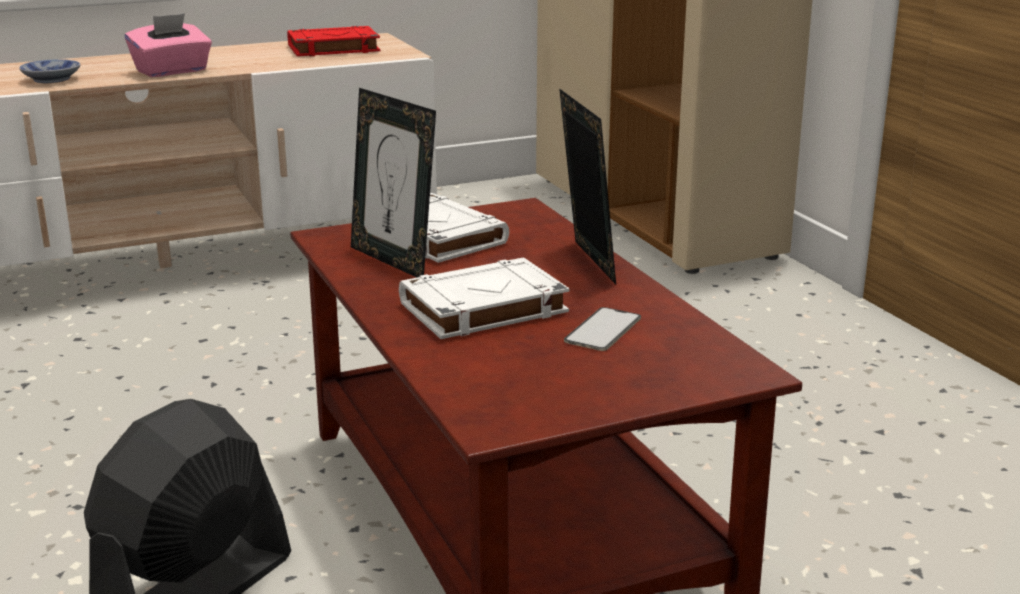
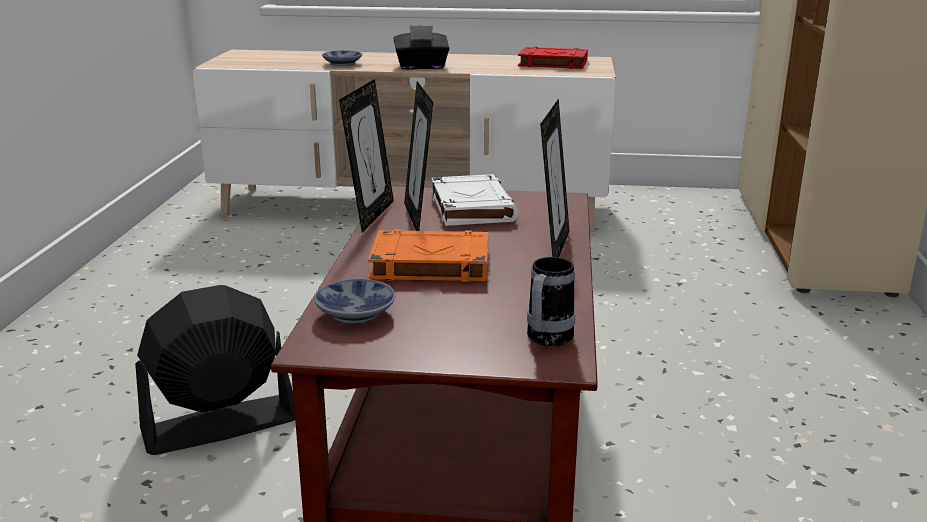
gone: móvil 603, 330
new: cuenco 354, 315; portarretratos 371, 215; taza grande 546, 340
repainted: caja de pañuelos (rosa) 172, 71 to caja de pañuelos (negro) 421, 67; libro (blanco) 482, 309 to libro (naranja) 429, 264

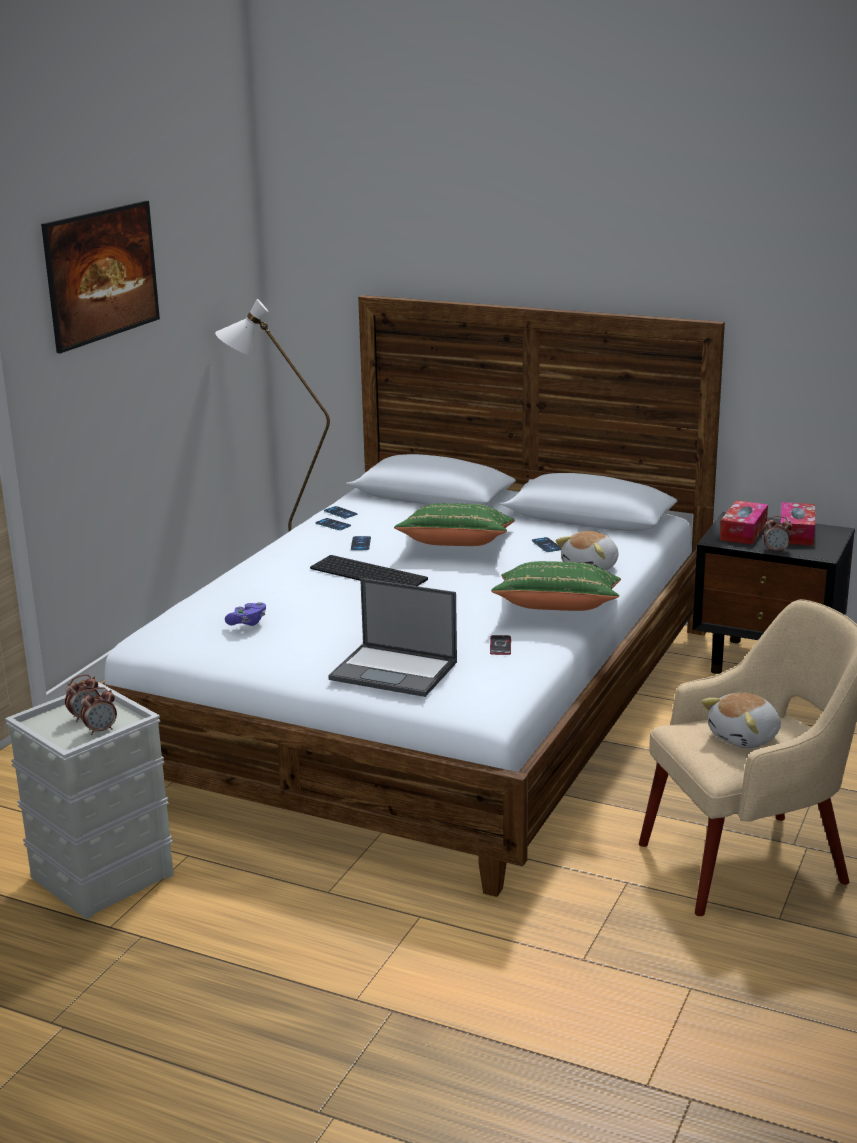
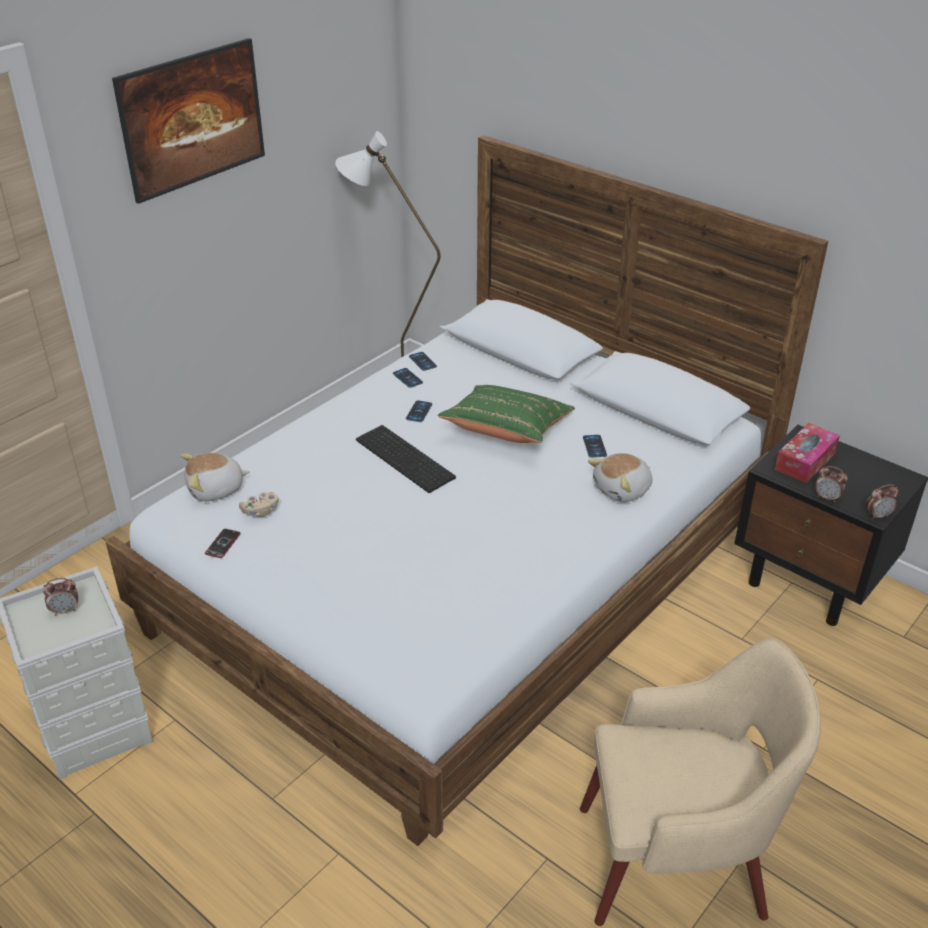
gone: portátil 395, 671; cojín (verde) 557, 609; caja de pañuelos 796, 533
shifted: despertador 101, 730 to 878, 515; móvil 500, 646 to 223, 544; peluche 745, 738 to 216, 489
repainted: mando de consola (morado) 247, 622 to mando de consola (beis) 260, 511

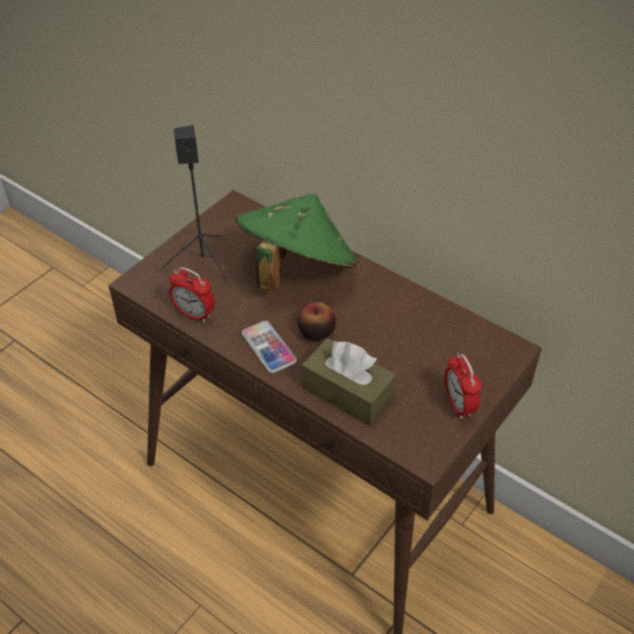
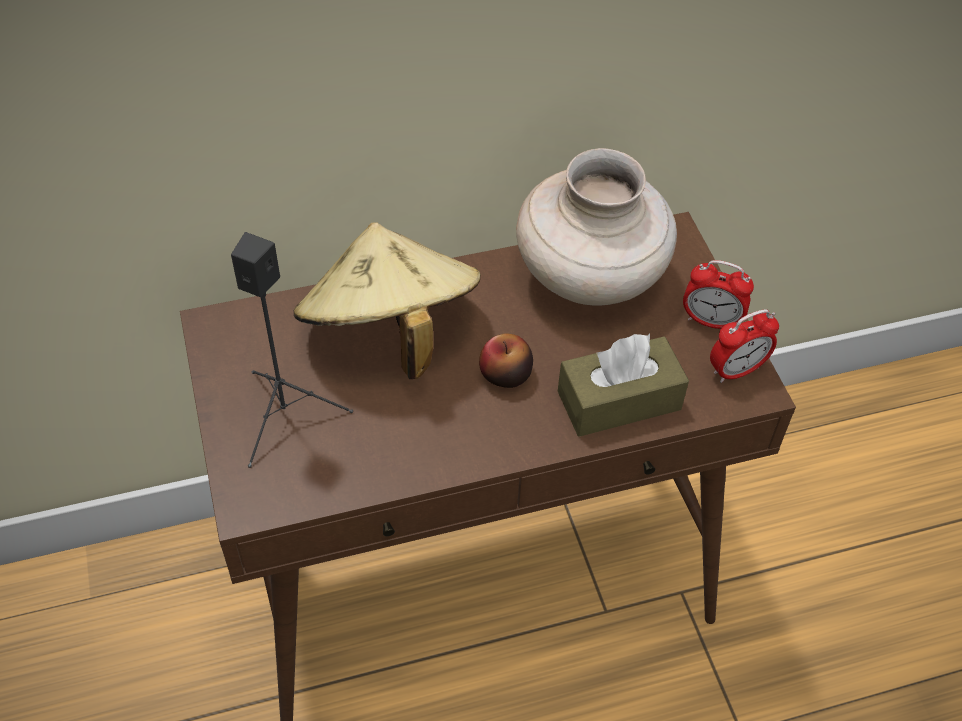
gone: móvil 268, 347
new: florero (beis) 590, 278
shifted: despertador 194, 314 to 736, 370
repainted: sombrero (verde) 296, 270 to sombrero (beis) 389, 333

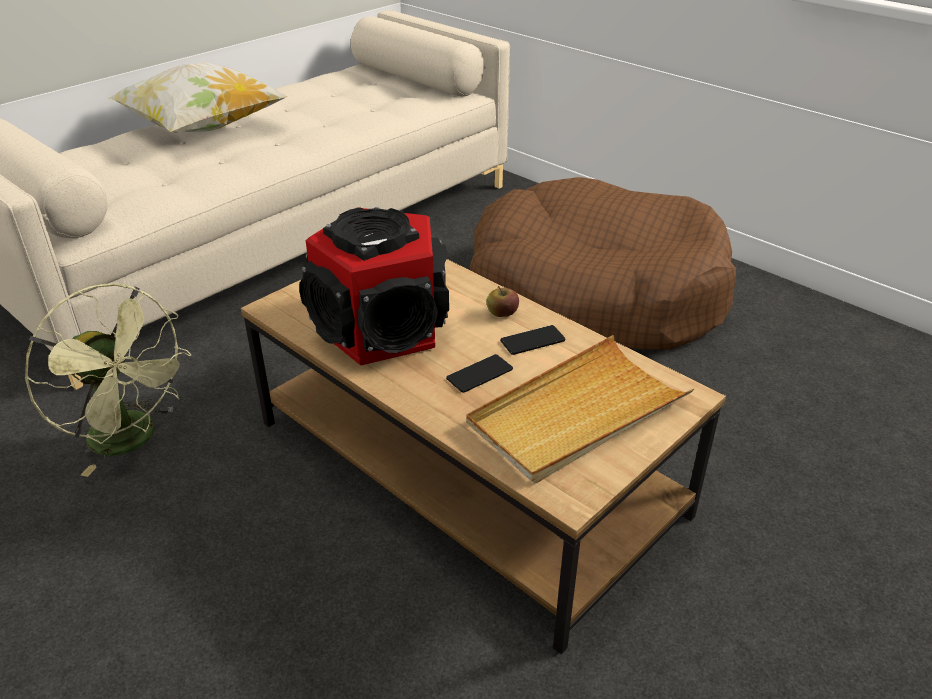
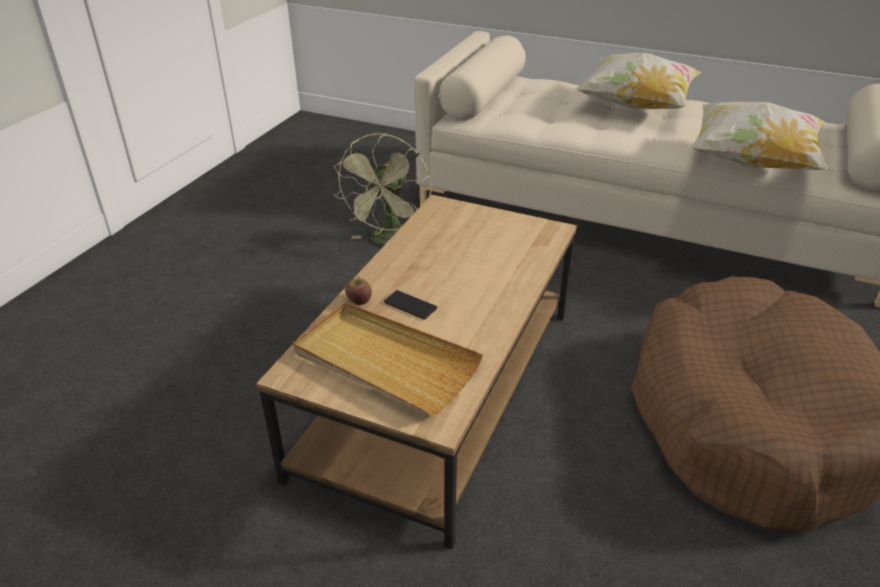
gone: altavoz 383, 330; móvil 532, 341
new: cojín 751, 162
shifted: manzana 502, 313 to 359, 300

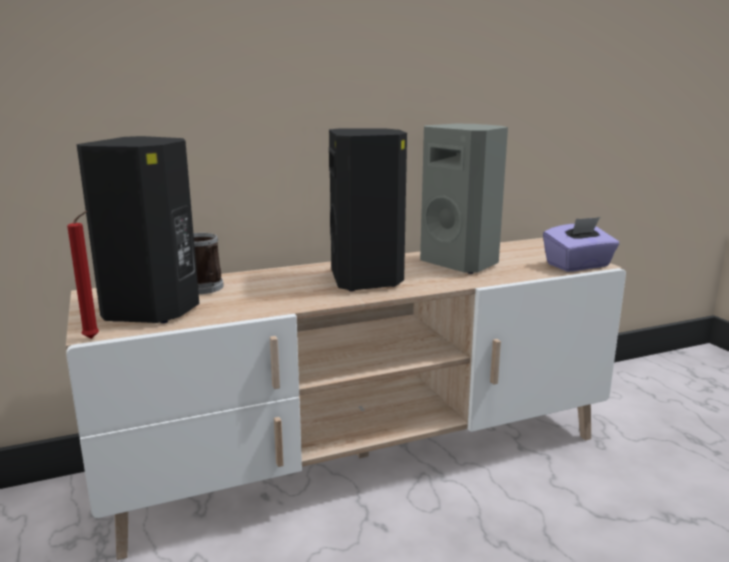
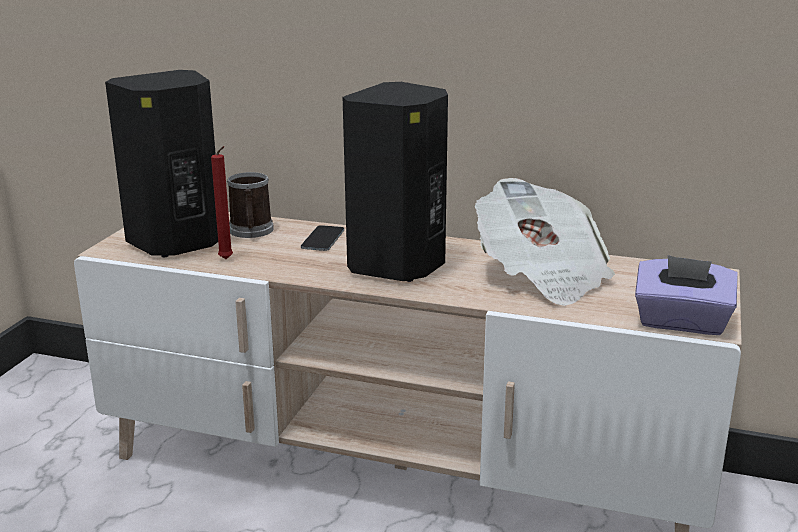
new: móvil 323, 239
shifted: vela (rojo) 93, 338 to 227, 260
swapped: altavoz (gris) 461, 263 to periódico 542, 275

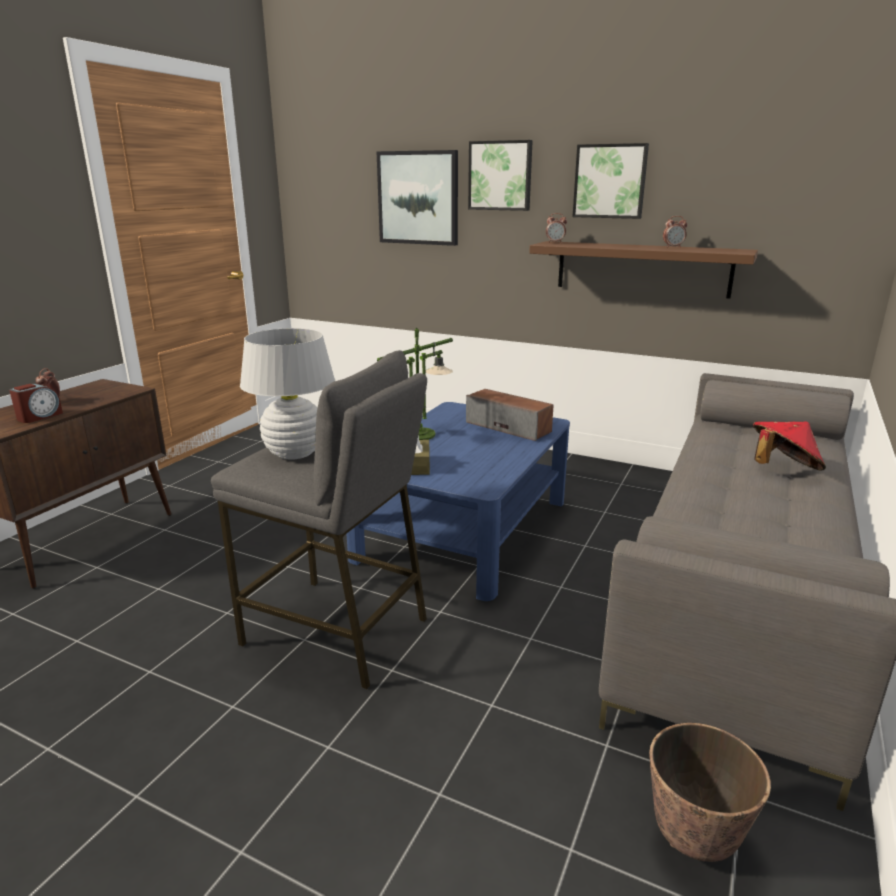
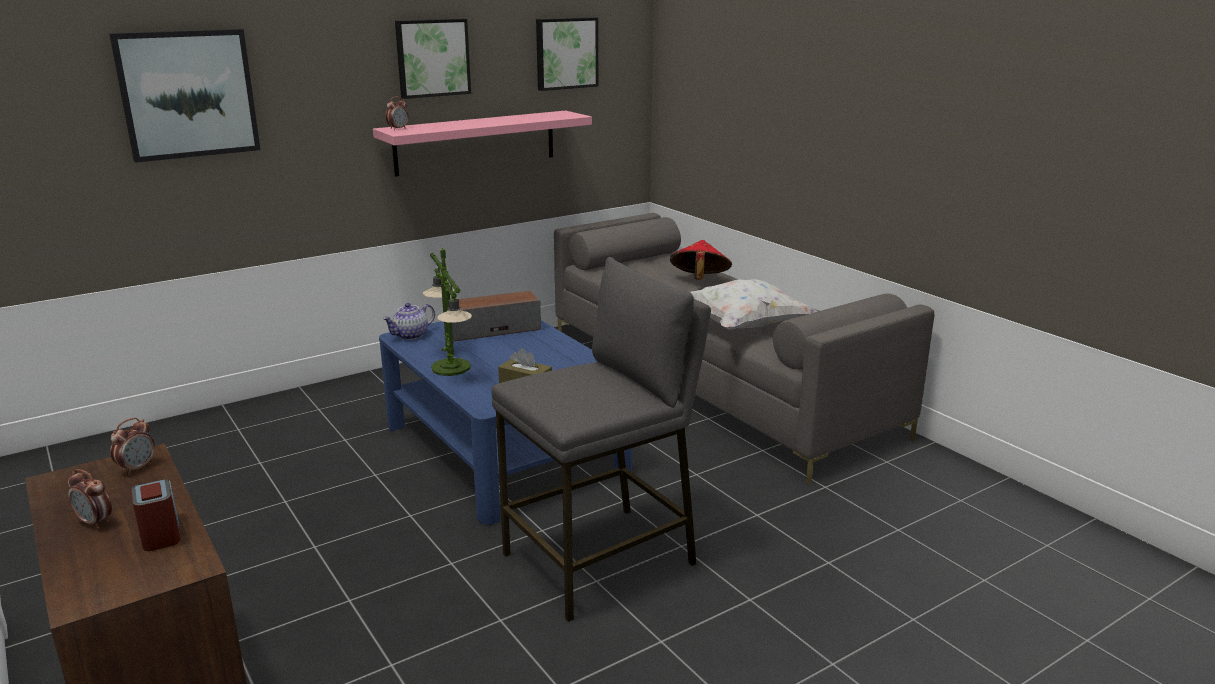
gone: lámpara de mesa (blanco) 295, 453; maceta 694, 839
new: tetera 410, 335; cojín (blanco) 744, 326
shifted: cuadro 500, 175 to 565, 53; despertador 673, 247 to 137, 468
repainted: estante (marrón) 642, 268 to estante (rosa) 476, 142

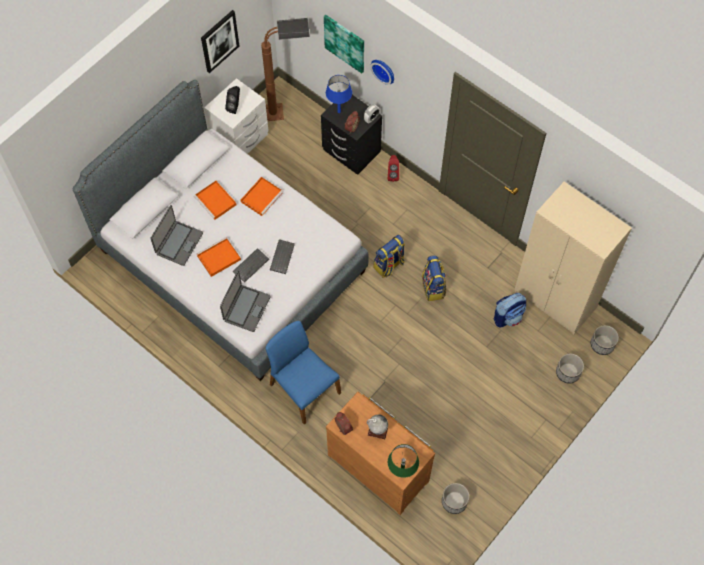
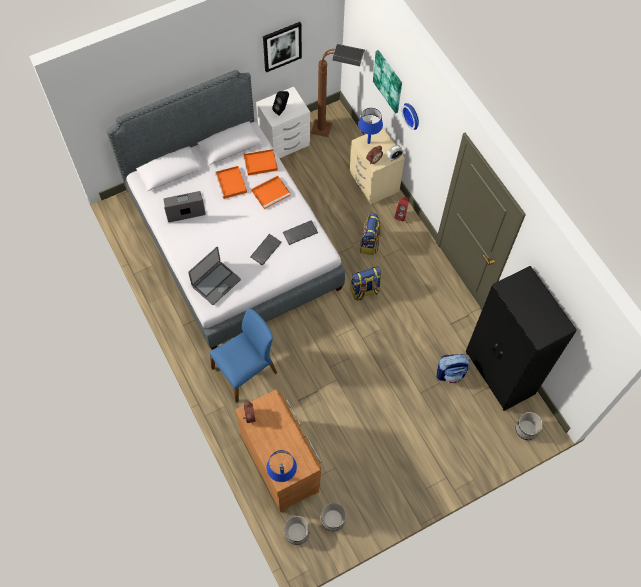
gone: globo terráqueo 377, 431
shifted: bandeja (naranja) 218, 258 to 260, 163; teclado 250, 265 to 300, 232; mochila 433, 287 to 370, 243; maceta 567, 372 to 296, 532
repainted: mesita de noche (negro) 351, 151 to mesita de noche (beis) 373, 183; lámpara de mesa (verde) 402, 473 to lámpara de mesa (azul) 282, 477; armario ropero (beis) 555, 301 to armario ropero (negro) 499, 374
rotated: portátil 179, 243 = 184, 208 150 degrees counterclockwise; silla (azul) 303, 388 = 245, 370 75 degrees clockwise

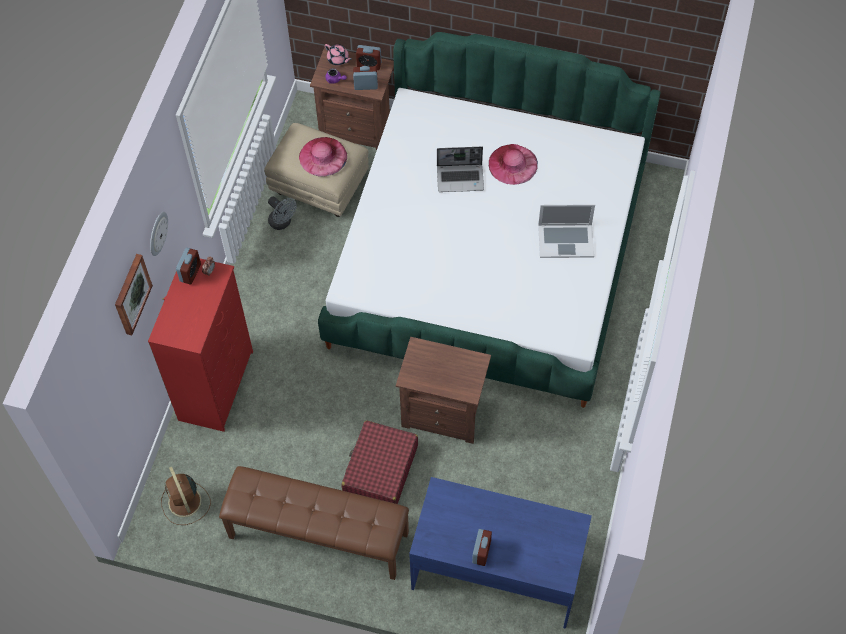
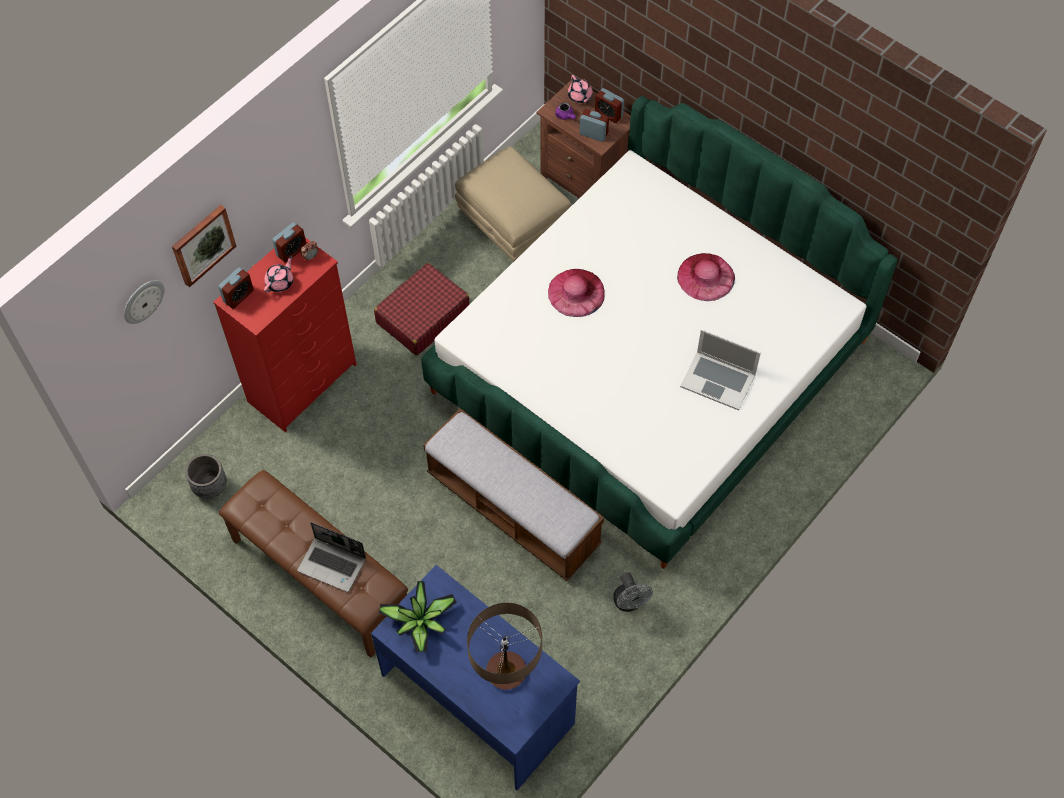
new: tetera (rosa) 280, 282; planta en maceta 420, 622; lámpara de mesa 506, 672
shifted: reloj de pared 157, 233 to 143, 301; ventilador (gris) 282, 223 to 629, 603; sombrero (rosa) 323, 156 to 576, 292; maleta (rojo) 380, 470 to 422, 316; portátil 460, 178 to 333, 564; despertador 481, 552 to 238, 296
swapped: ventilador (marrón) 185, 503 to maceta (gris) 210, 487; mesita de noche (marrón) 444, 413 to banco 513, 510

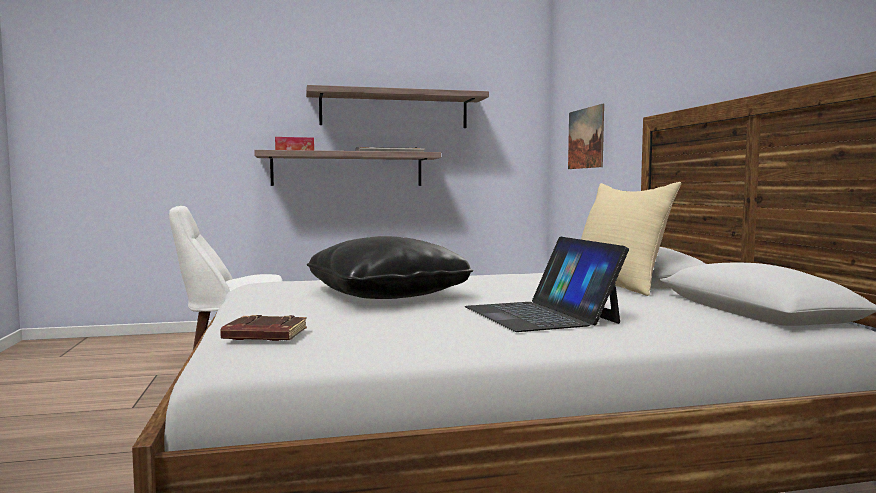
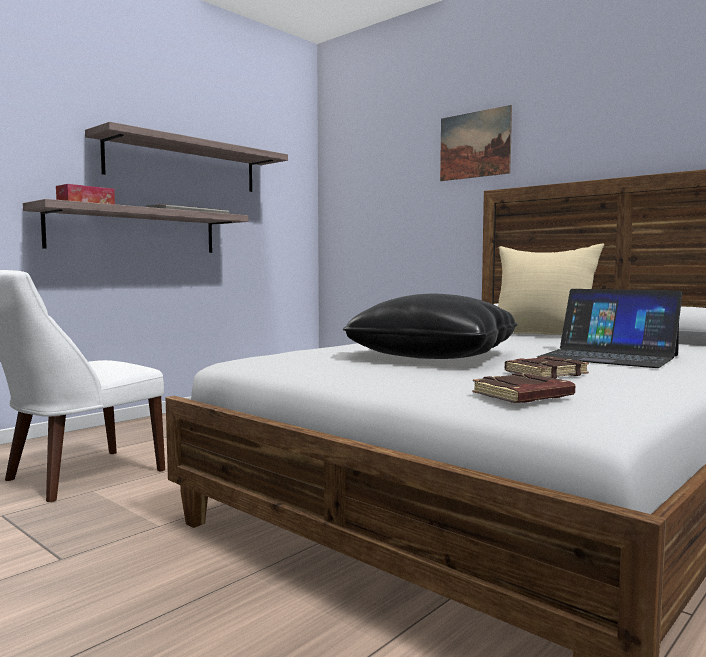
new: libro (marrón) 545, 373
shifted: cuadro 585, 138 to 474, 145

